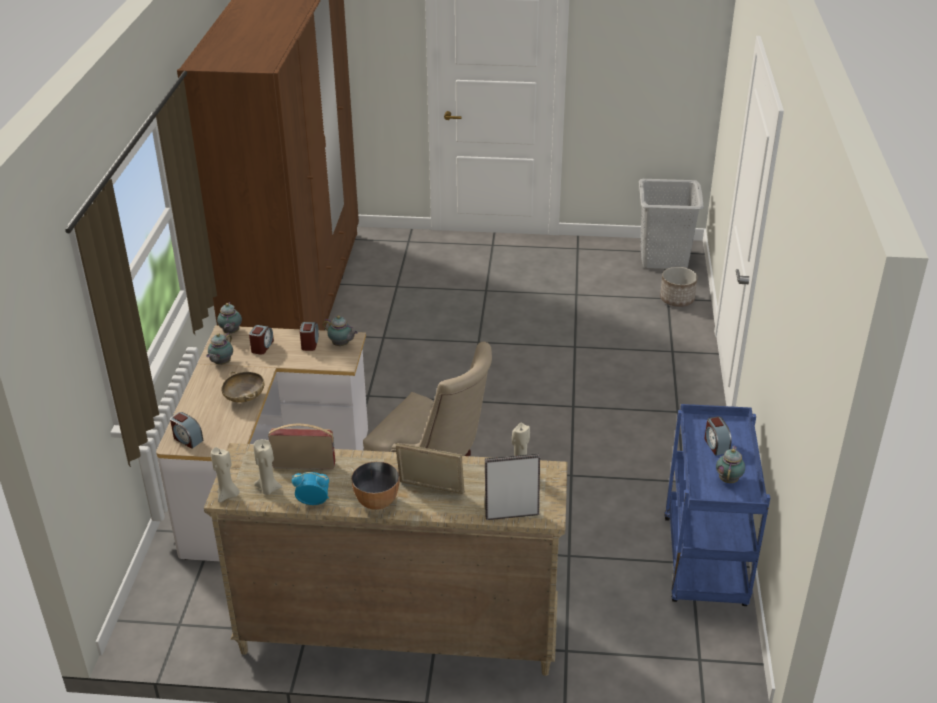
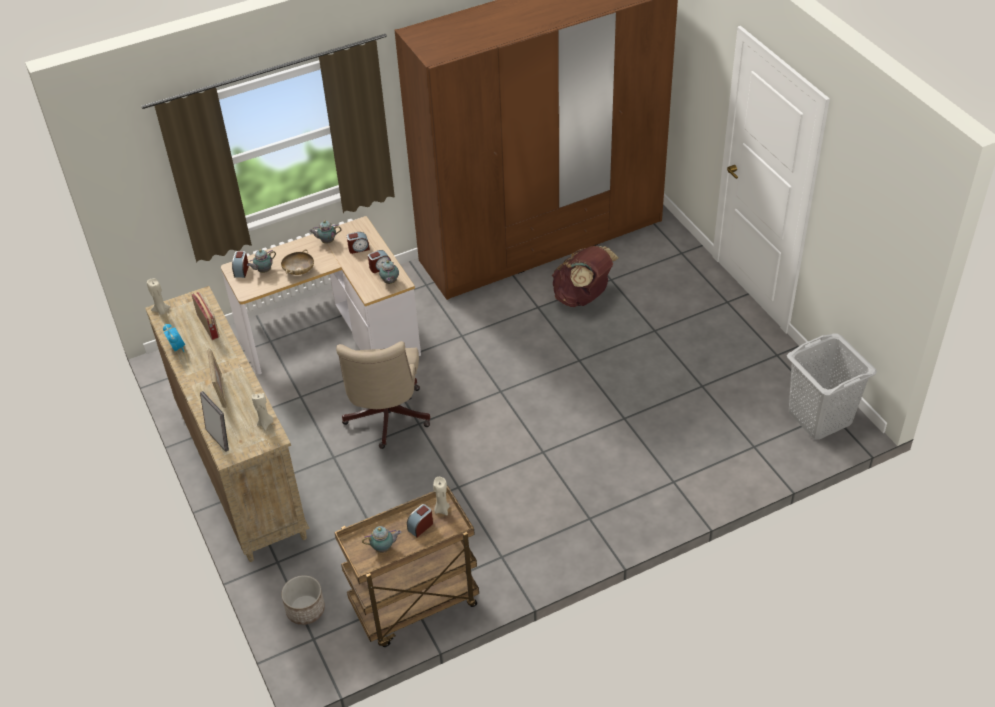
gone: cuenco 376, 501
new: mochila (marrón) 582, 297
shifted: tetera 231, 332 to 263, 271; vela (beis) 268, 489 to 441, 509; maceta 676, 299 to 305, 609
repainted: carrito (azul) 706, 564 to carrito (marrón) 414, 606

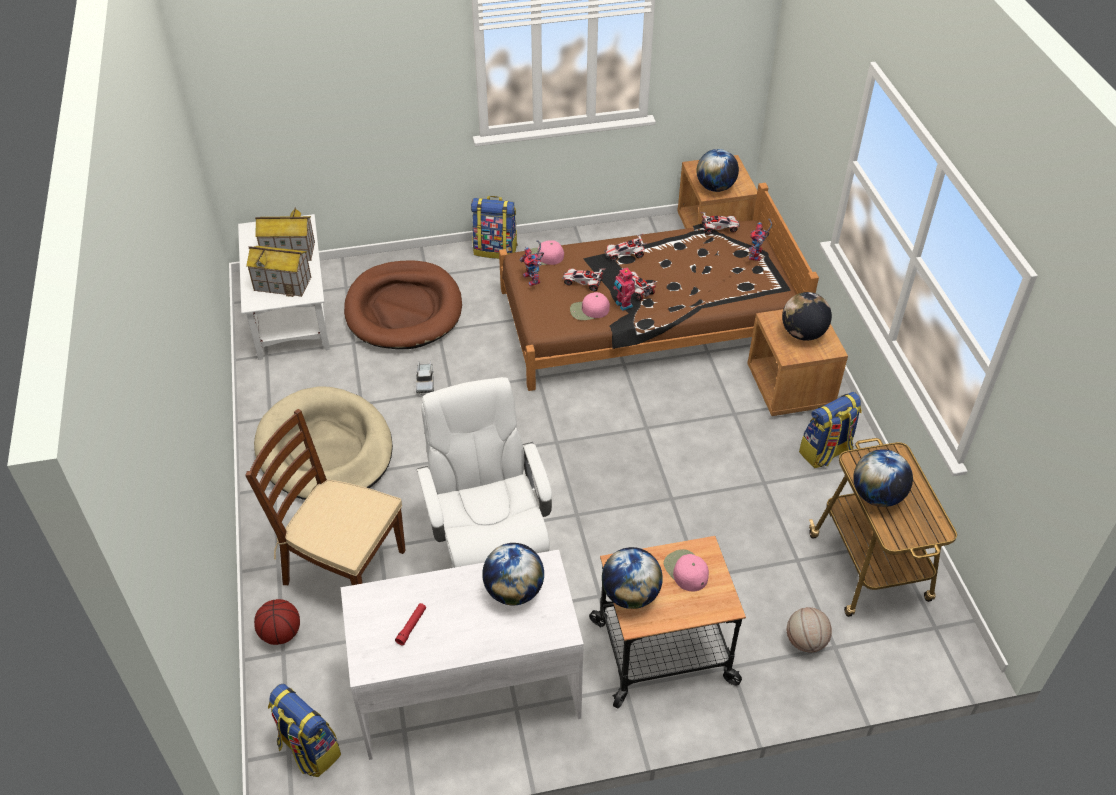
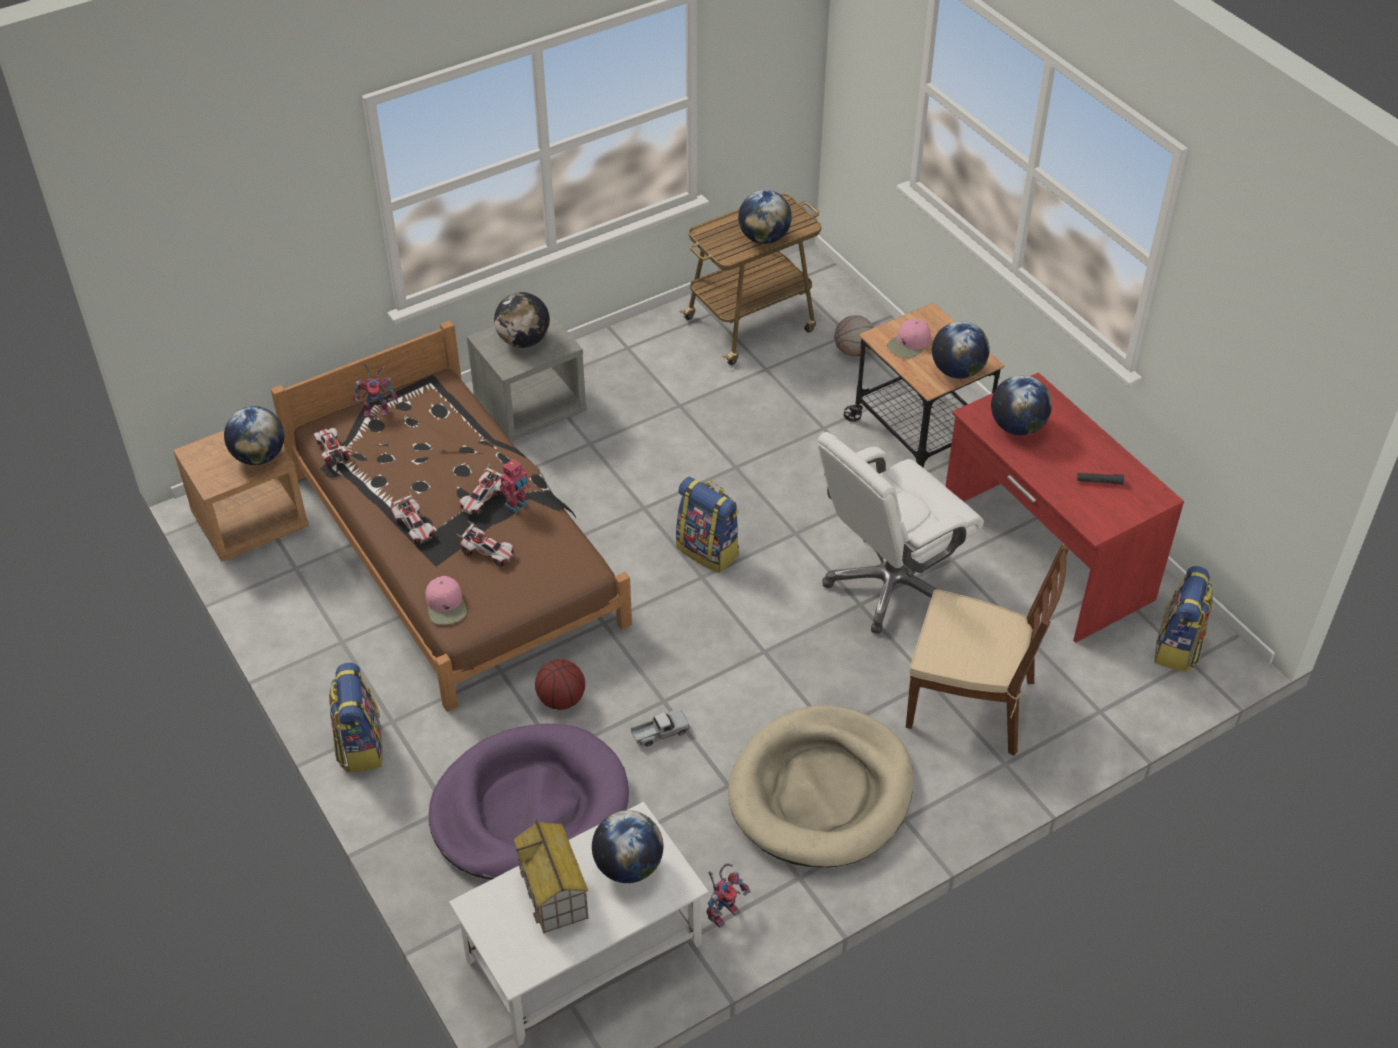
gone: gorra (rosa) 589, 310
shifted: balón de baloncesto 281, 633 to 561, 699; robot de juguete 533, 280 to 723, 910; mochila 825, 452 to 708, 550
swapped: casita 283, 284 to globo terráqueo 628, 866
repainted: escritorio (blanco) 468, 691 to escritorio (rojo) 1044, 554; cama para perro (marrón) 404, 309 to cama para perro (morado) 530, 809; linterna (rojo) 411, 626 to linterna (negro) 1099, 481; mesita de noche (marrón) 790, 388 to mesita de noche (gris) 531, 407
rotated: silla (marrón) 343, 567 = 972, 703 75 degrees counterclockwise; coche de juguete 583, 283 = 488, 553 60 degrees counterclockwise

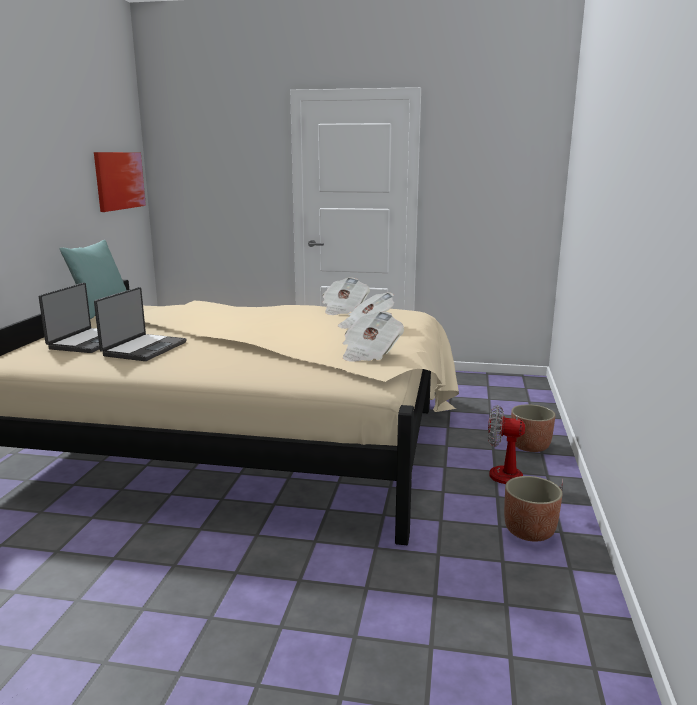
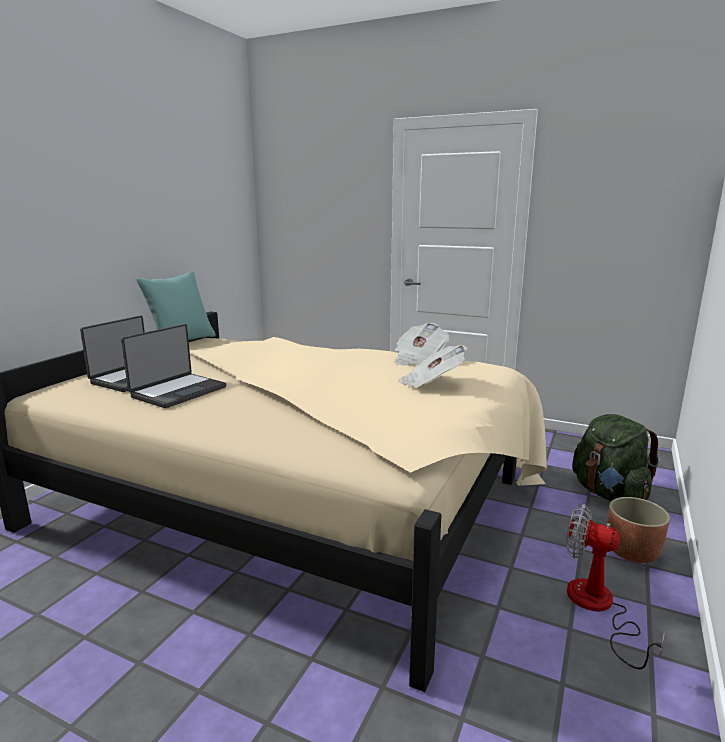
gone: cuadro 119, 180; periódico 369, 354; maceta 529, 531
new: mochila (verde) 609, 494

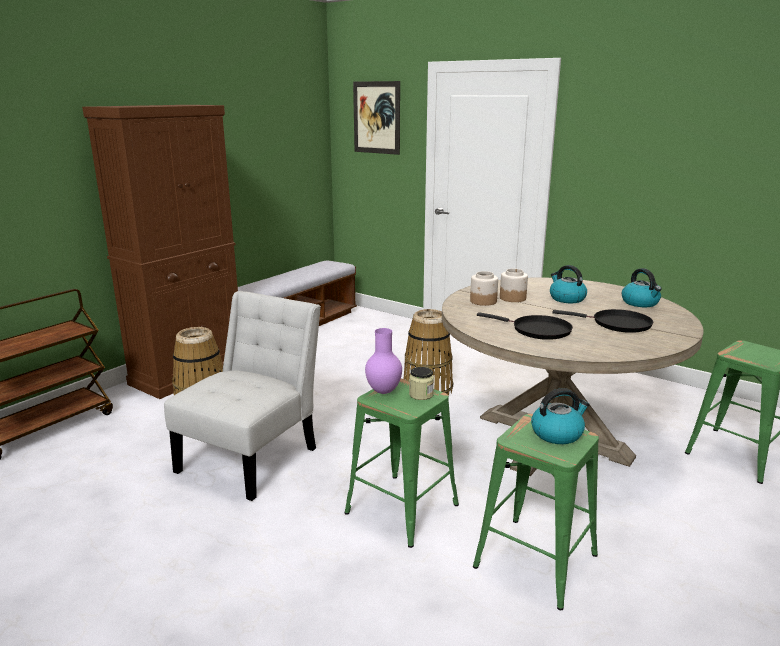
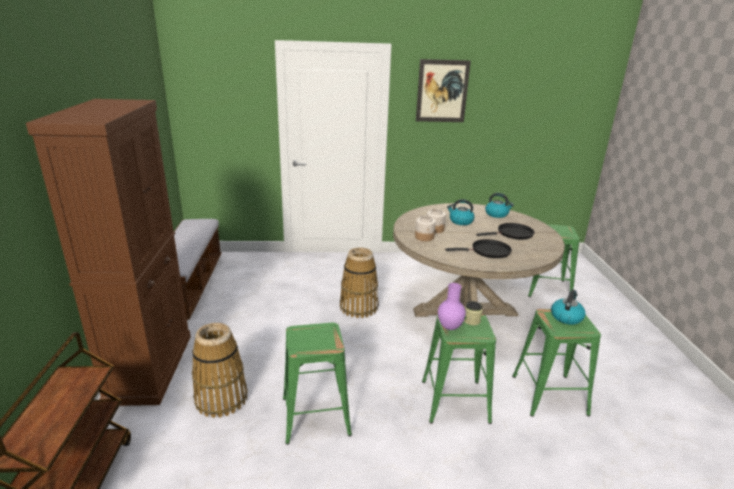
shifted: cuadro 376, 117 to 442, 91
swapped: silla (blanco) 253, 456 to taburete (verde) 315, 415

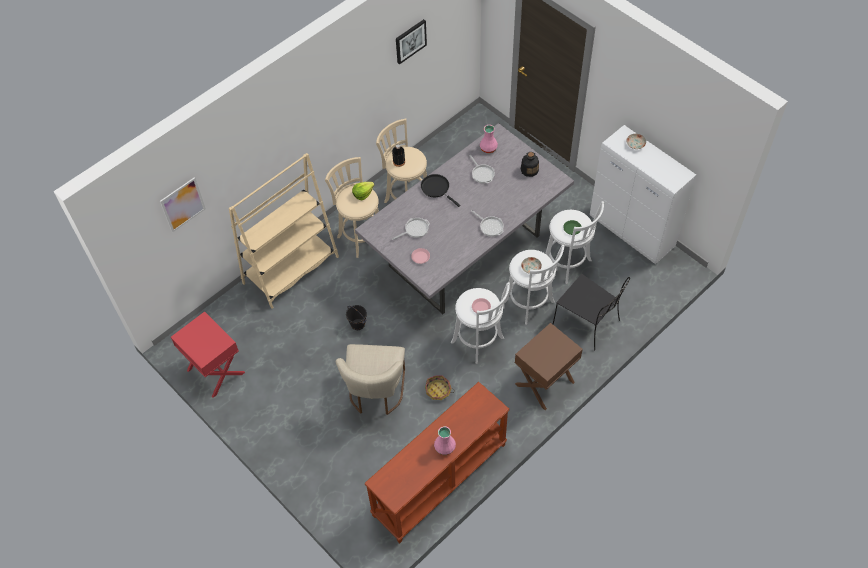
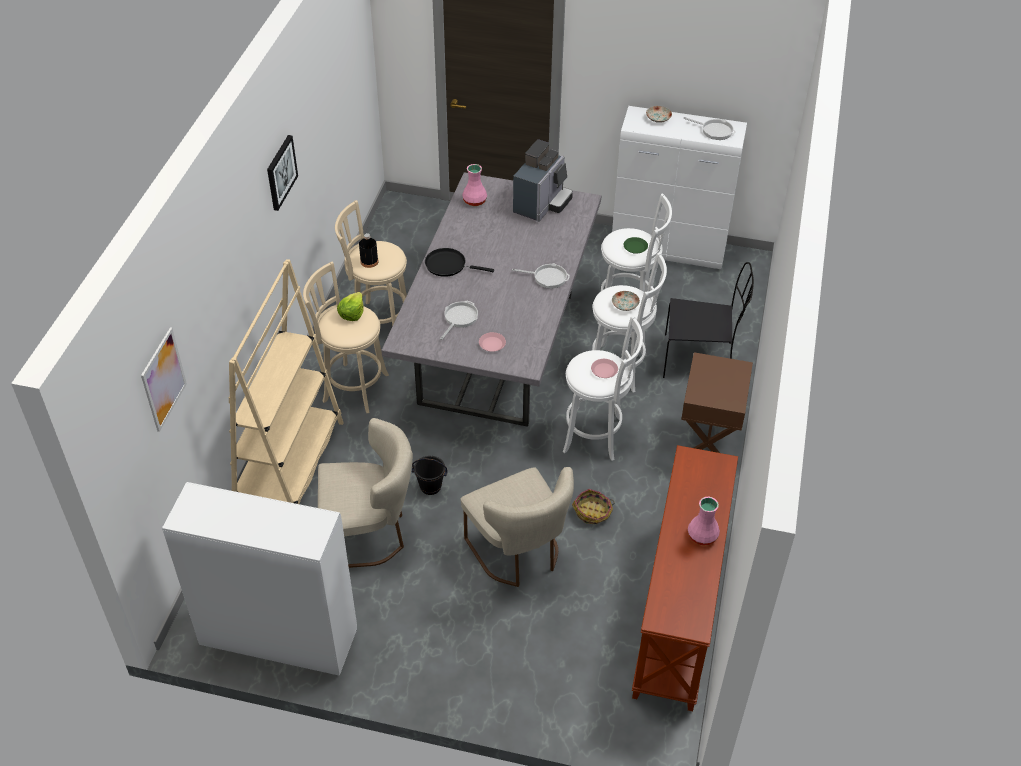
new: silla (beis) 369, 534
shifted: cuadro 410, 41 to 280, 172; sartén 482, 173 to 714, 130
swapped: mesita de noche (rojo) 215, 372 to armario (blanco) 277, 638; botella 529, 170 to cafetera 542, 204

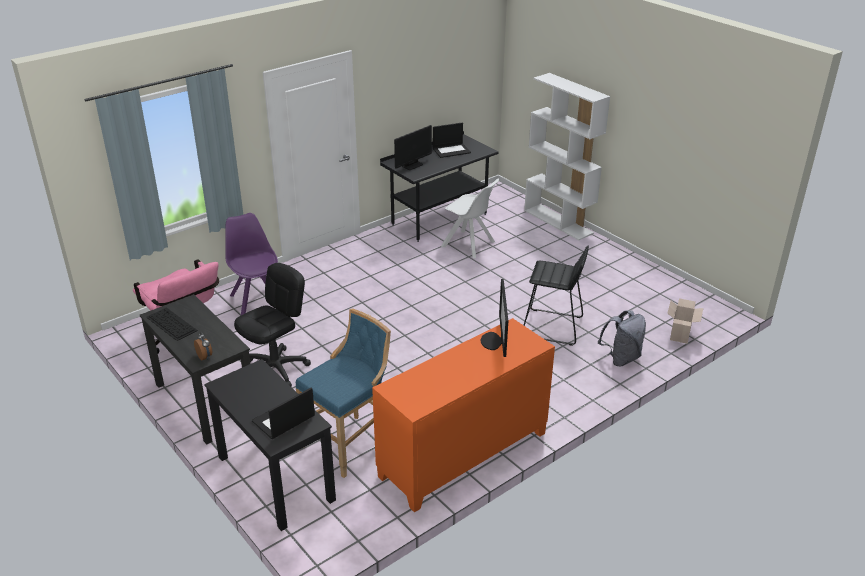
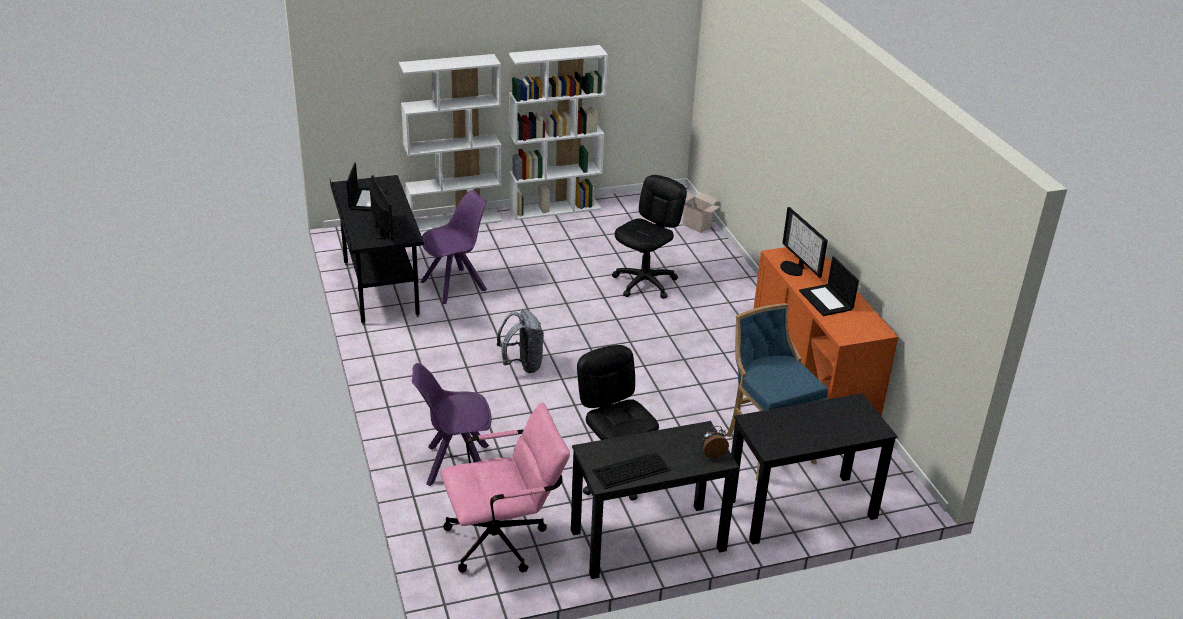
new: estantería (blanco) 555, 208
shifted: portátil 283, 419 to 827, 300; mochila (gris) 621, 358 to 522, 365
swapped: taburete (negro) 552, 327 to silla de oficina (negro) 645, 283
repainted: silla (blanco) 469, 245 to silla (morado) 455, 285
rotated: monitor 494, 341 = 794, 268 45 degrees clockwise

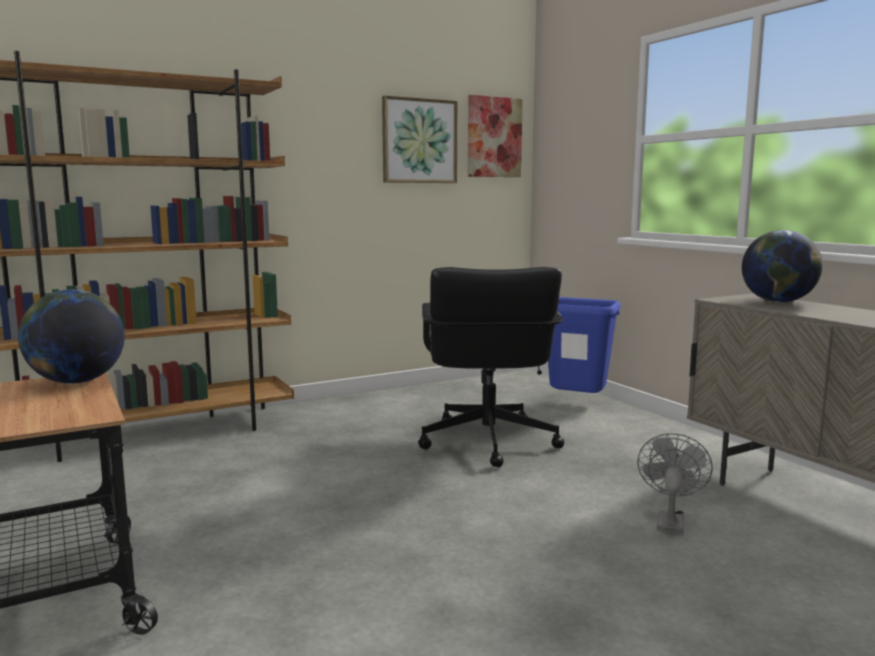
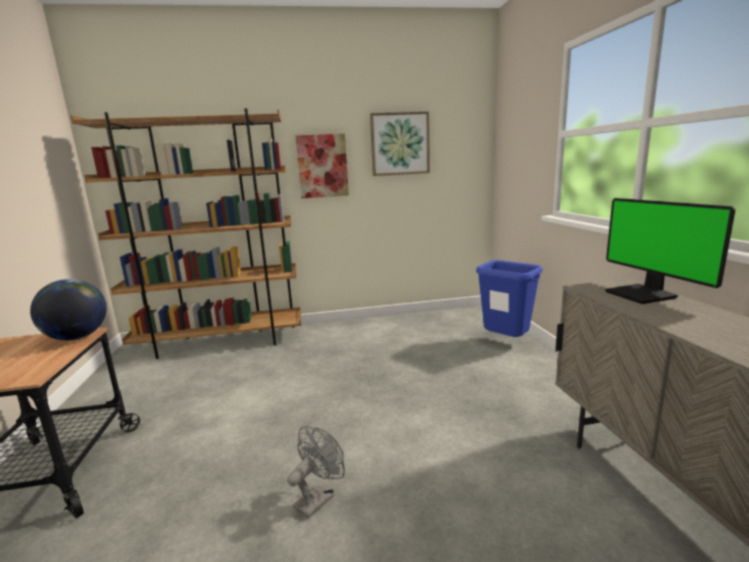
gone: silla de oficina (negro) 487, 442
shifted: cuadro 494, 137 to 322, 166; ventilador (gris) 669, 521 to 318, 498
swapped: globo terráqueo 778, 302 to monitor 643, 294

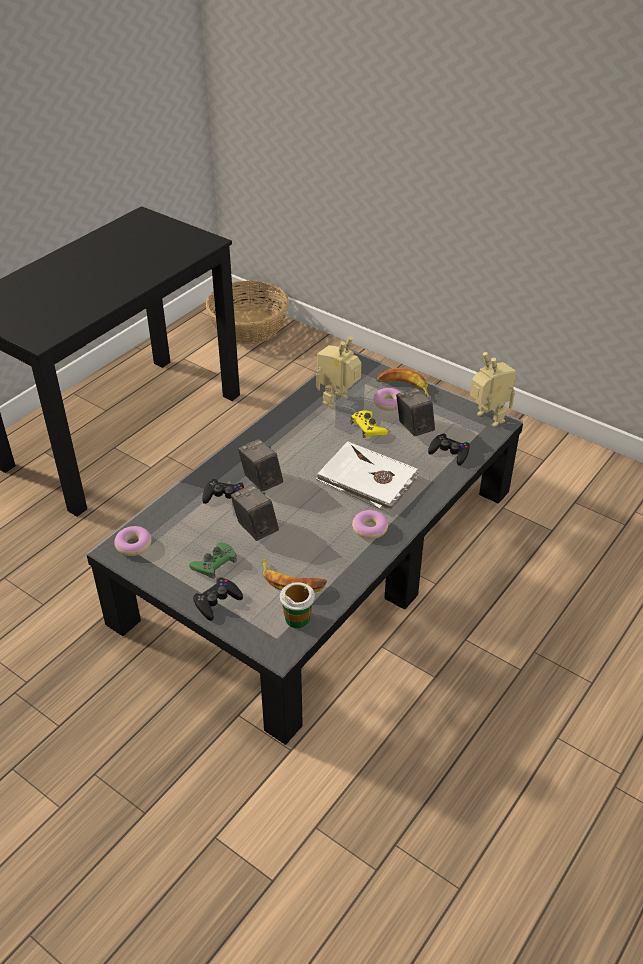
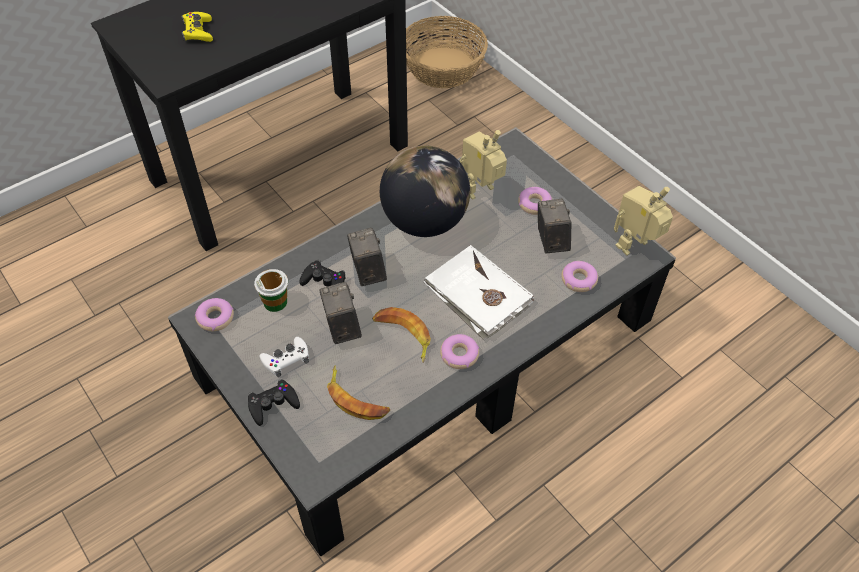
new: globo terráqueo 424, 222
shifted: taza 297, 618 to 275, 302; mando de consola (amarillo) 368, 428 to 198, 31; plátano 403, 387 to 403, 335
swapped: mando de consola (negro) 449, 452 to rosquilla 578, 280
repainted: mando de consola (verde) 214, 564 to mando de consola (blanco) 286, 359
rotated: robot de juguete 487, 419 = 635, 247 105 degrees counterclockwise

